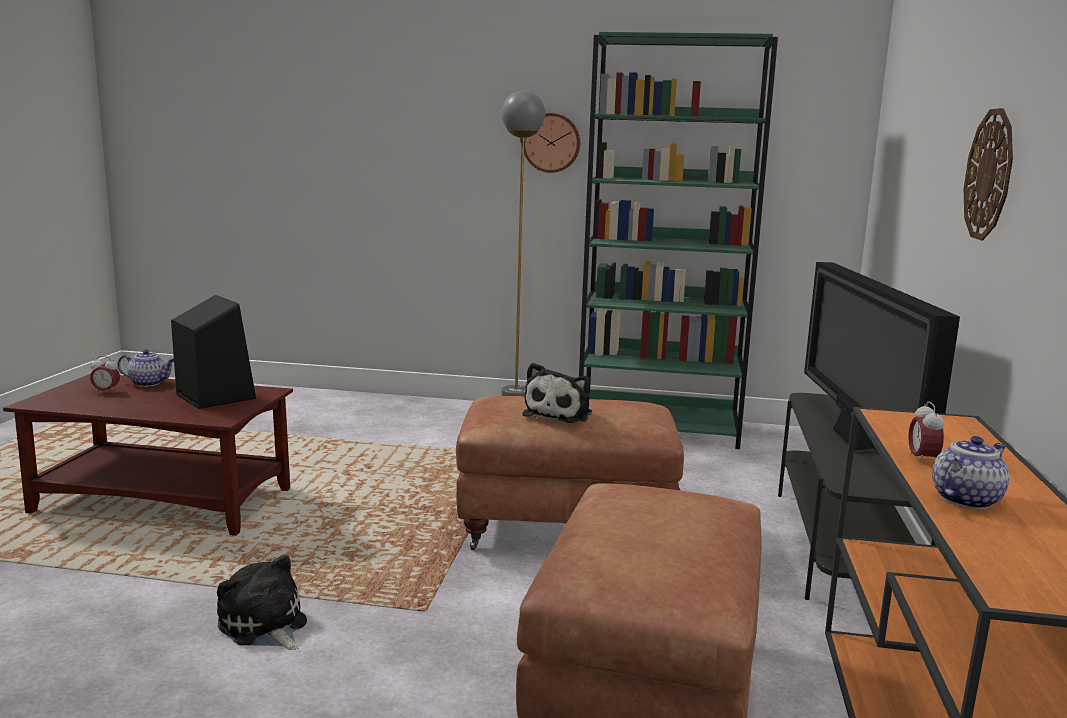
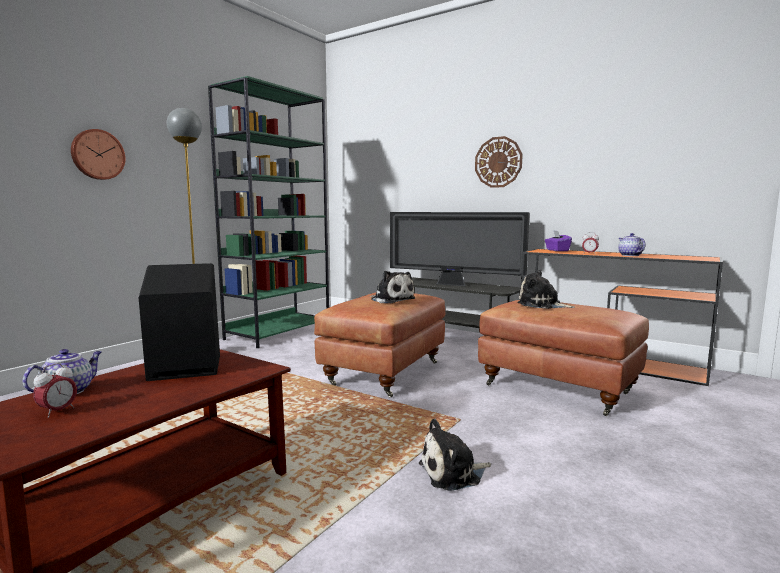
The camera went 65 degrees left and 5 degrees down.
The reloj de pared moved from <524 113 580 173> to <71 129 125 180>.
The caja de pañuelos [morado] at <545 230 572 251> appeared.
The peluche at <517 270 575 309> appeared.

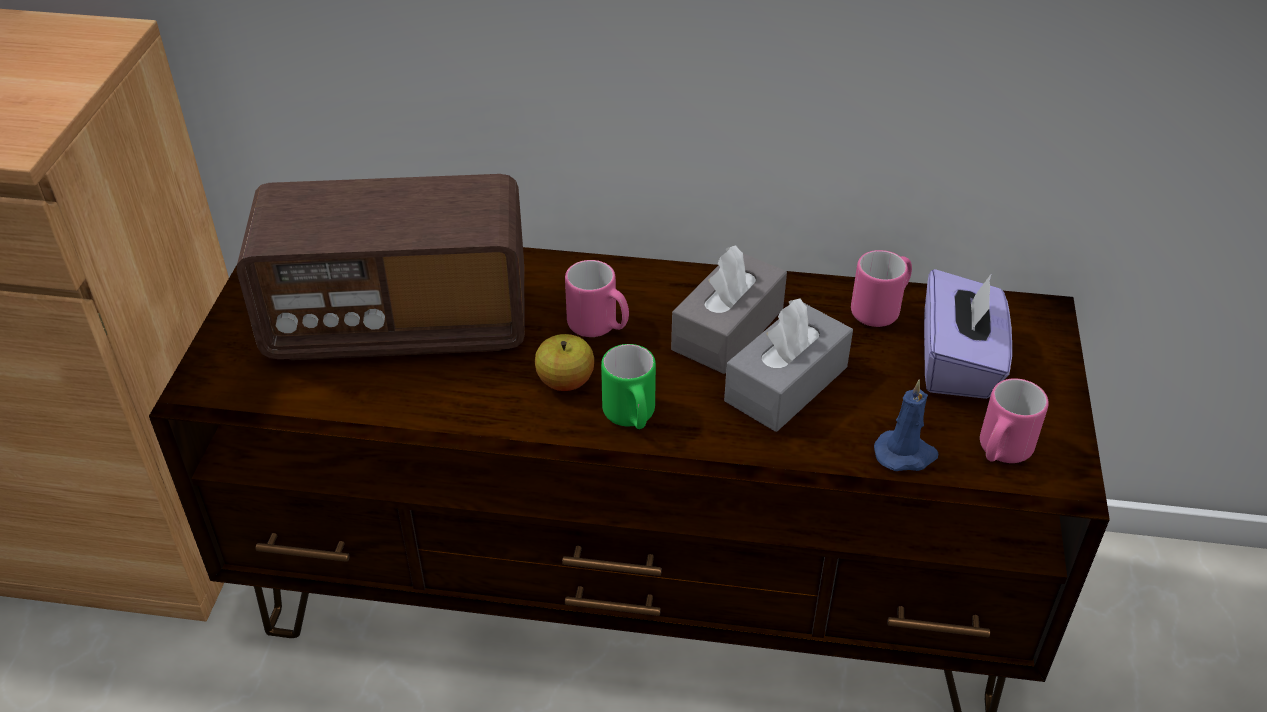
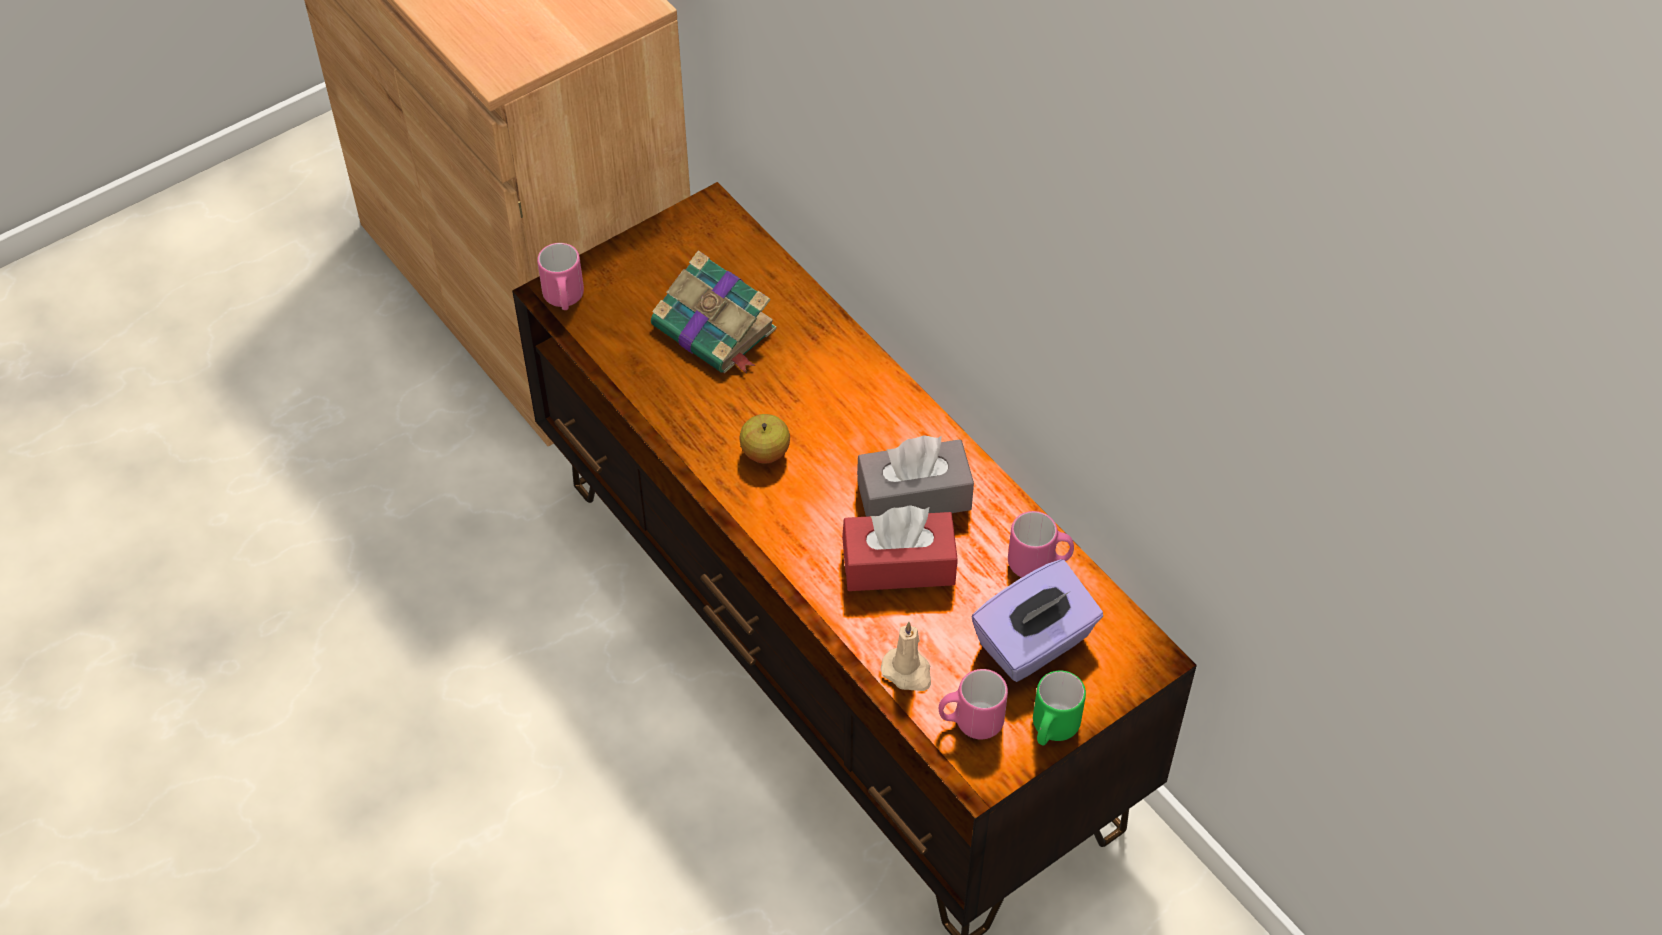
The camera went 45 degrees right and 10 degrees up.
The radio at <237 174 525 360> was replaced by the libro at <651 250 776 373>.
The taza grande [rosa] moved from <565 260 629 337> to <537 243 584 310>.
The caja de pañuelos [gris] at <724 298 853 432> became the caja de pañuelos [rojo] at <842 505 958 591>.
The taza grande [verde] moved from <601 344 656 429> to <1033 671 1086 746>.
The vela [azul] at <874 379 939 471> became the vela [beis] at <881 622 931 691>.

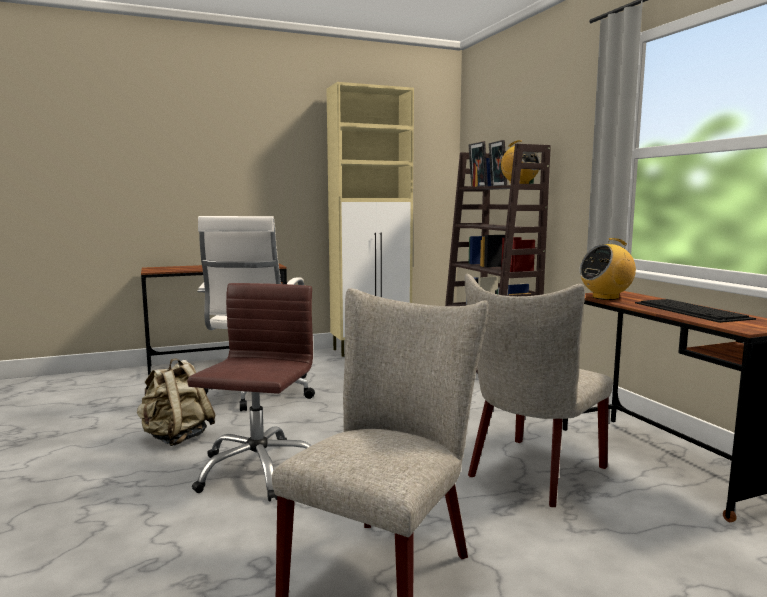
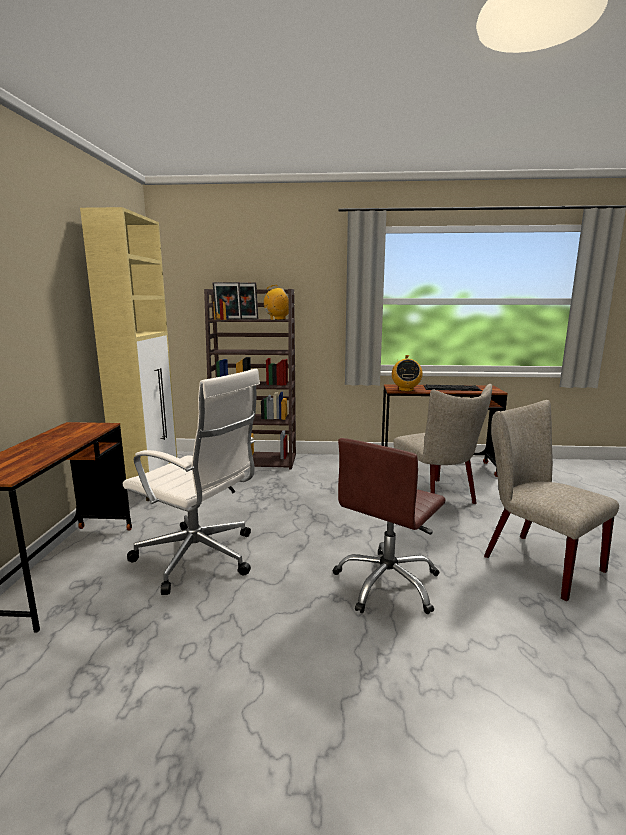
The camera went 65 degrees left and 5 degrees up.
The silla de oficina [marrón] at <187 283 313 501> turned 90 degrees counterclockwise.
The mochila [beis] at <137 358 215 446> disappeared.

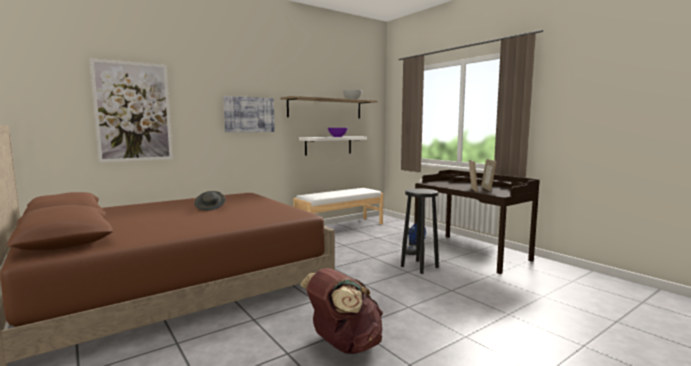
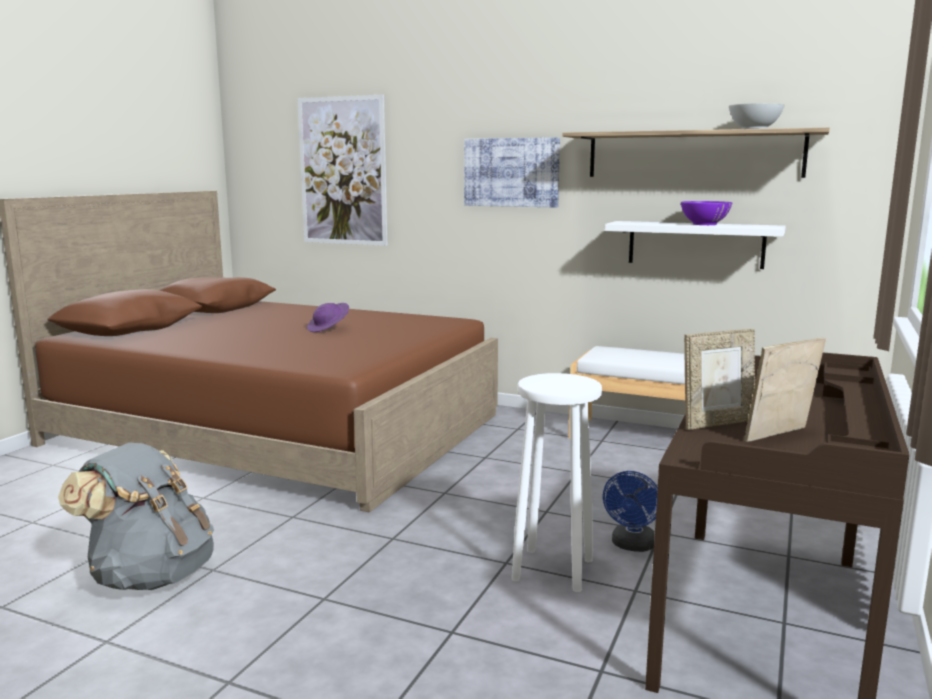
The camera went 60 degrees right and 5 degrees up.
The taburete [negro] at <401 188 439 274> became the taburete [blanco] at <512 373 602 592>.
The sombrero [gris] at <194 191 226 211> became the sombrero [morado] at <307 303 349 332>.
The mochila [marrón] at <300 268 383 354> became the mochila [gris] at <58 442 214 590>.

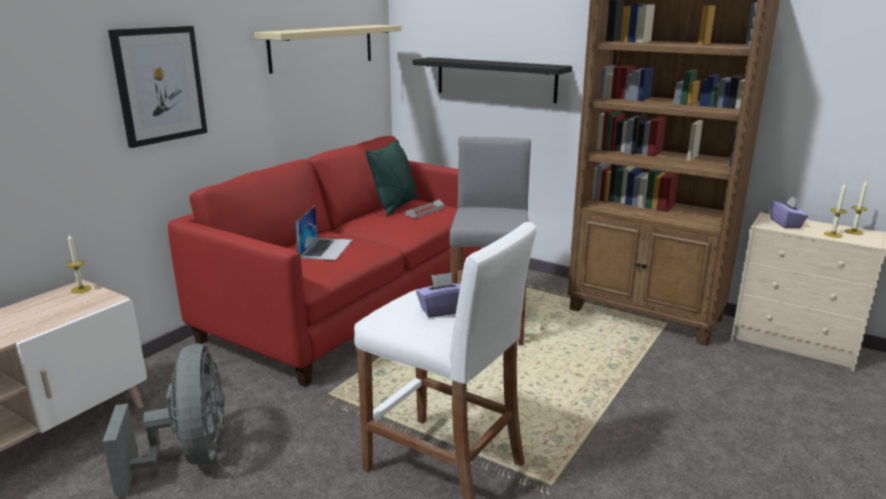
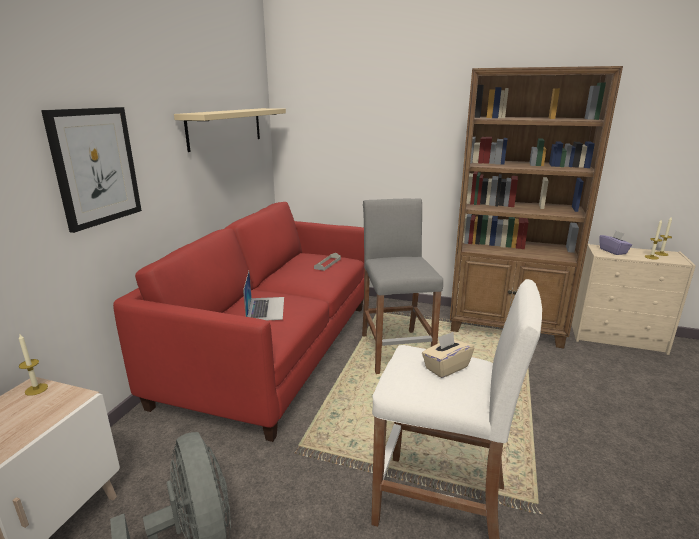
The camera went 15 degrees left and 0 degrees up.
The estante [negro] at <412 57 572 103> disappeared.
The cojín [verde] at <366 139 418 217> disappeared.
The caja de pañuelos [morado] at <416 272 461 317> became the caja de pañuelos [beis] at <422 332 474 378>.

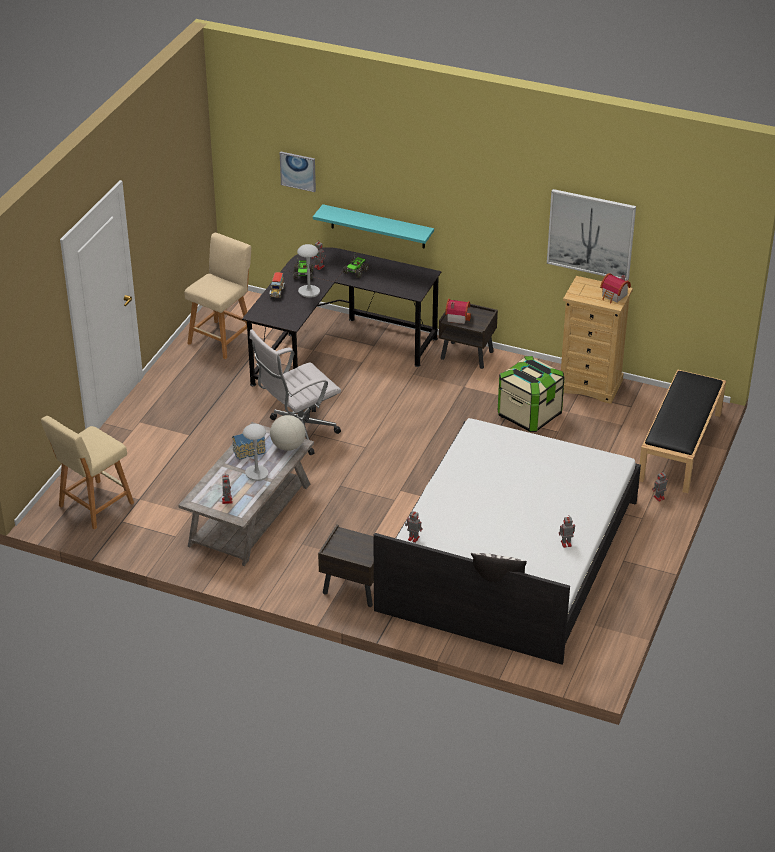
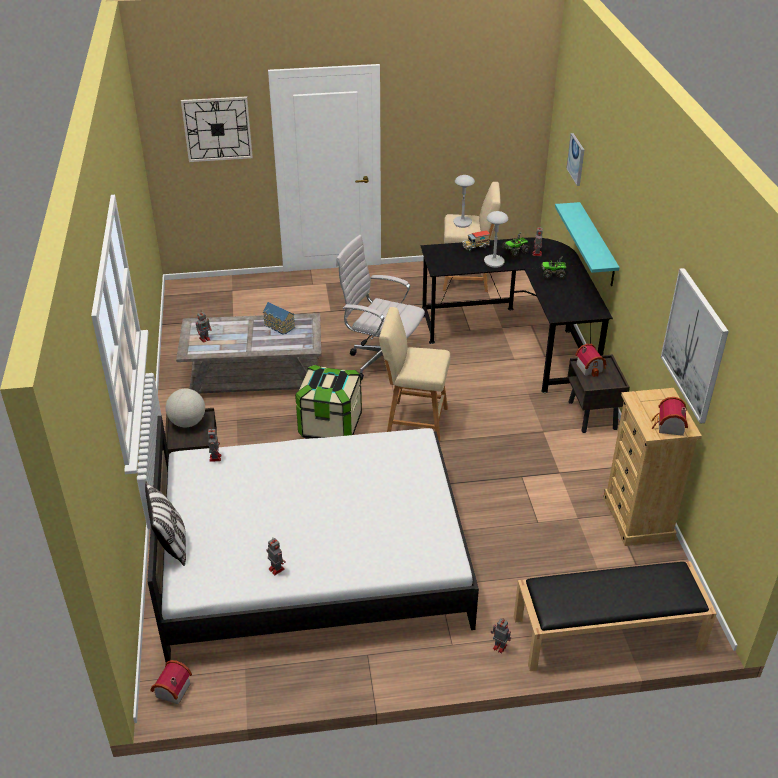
The camera went 60 degrees right and 0 degrees up.
The caja de almacenaje moved from <498 356 564 432> to <295 365 362 439>.
The globo terráqueo moved from <270 415 306 451> to <166 389 205 427>.
The taburete [beis] moved from <41 416 134 530> to <379 307 450 443>.
The lámpara de mesa [gris] moved from <243 424 268 481> to <453 175 475 228>.
The reloj de pared at <181 96 253 162> appeared.
The casita at <150 660 192 704> appeared.

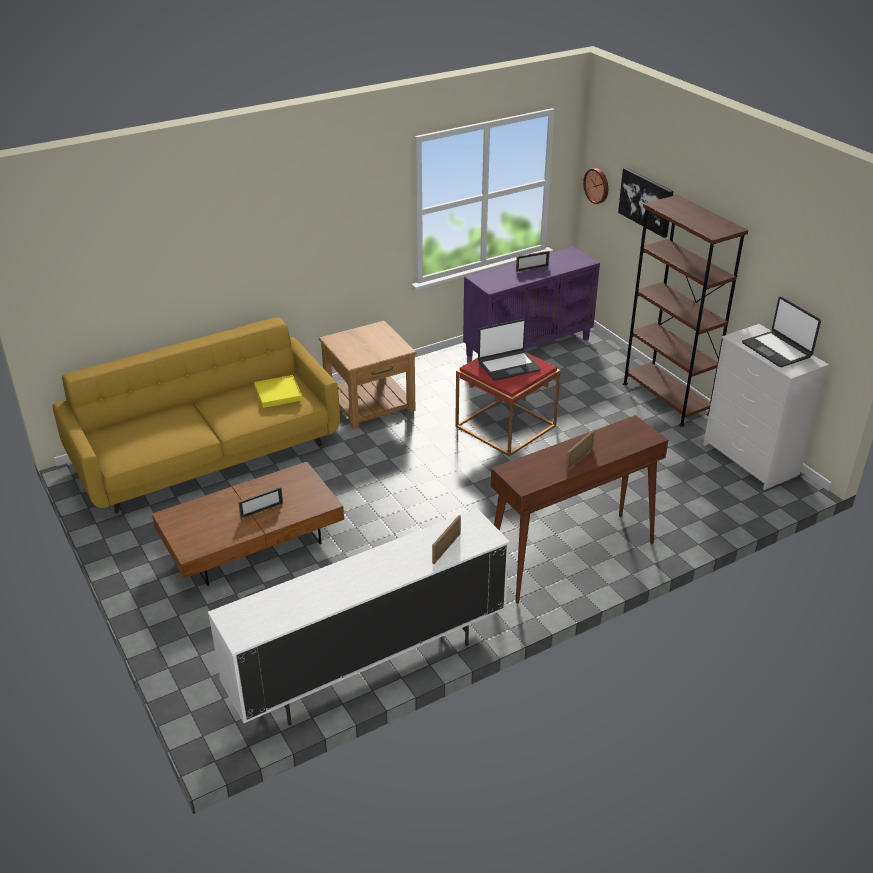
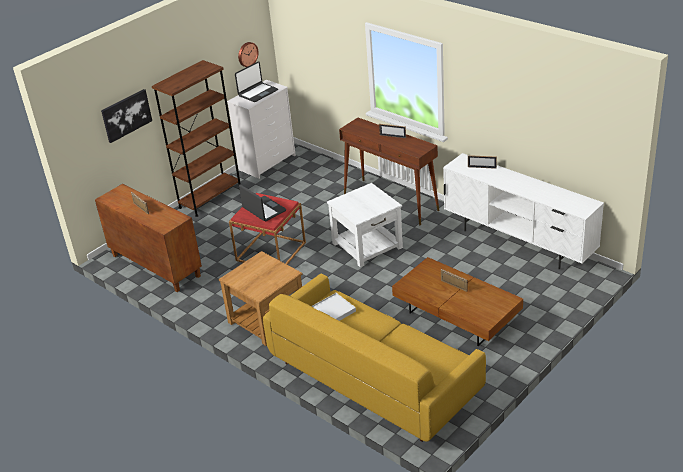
The camera went 105 degrees left and 0 degrees up.
The reloj de pared moved from <583 168 608 204> to <238 42 259 67>.
The armario [morado] at <463 247 600 357> became the armario [marrón] at <95 184 202 292>.
The bandeja [amarillo] at <254 375 302 408> became the bandeja [blanco] at <312 293 356 321>.
The mesa auxiliar [blanco] at <327 183 403 267> appeared.

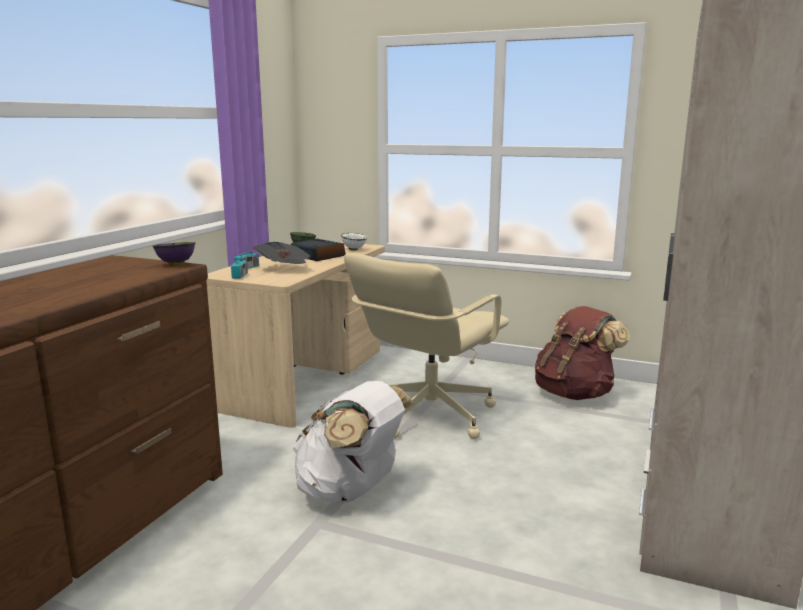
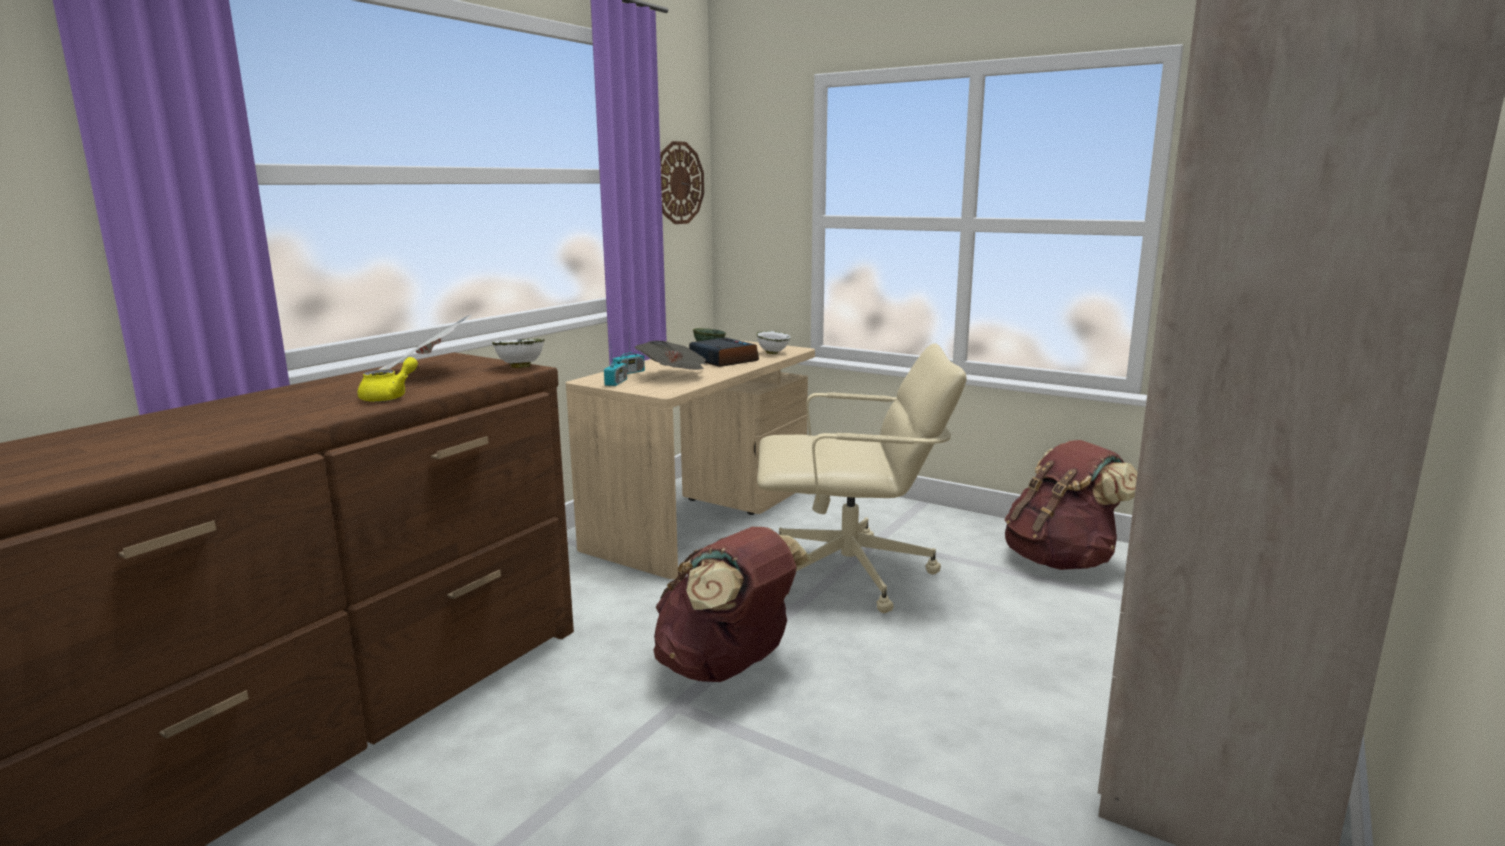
The camera went 10 degrees right and 0 degrees up.
The cuenco [morado] at <153 242 196 266> became the cuenco [blanco] at <492 339 545 368>.
The silla de oficina [beis] at <344 253 509 439> turned 135 degrees counterclockwise.
The mochila [blanco] at <293 381 413 503> became the mochila [marrón] at <653 527 811 682>.
The reloj de pared at <660 141 704 224> appeared.
The periódico at <379 314 472 370> appeared.
The tetera [amarillo] at <357 357 418 402> appeared.

